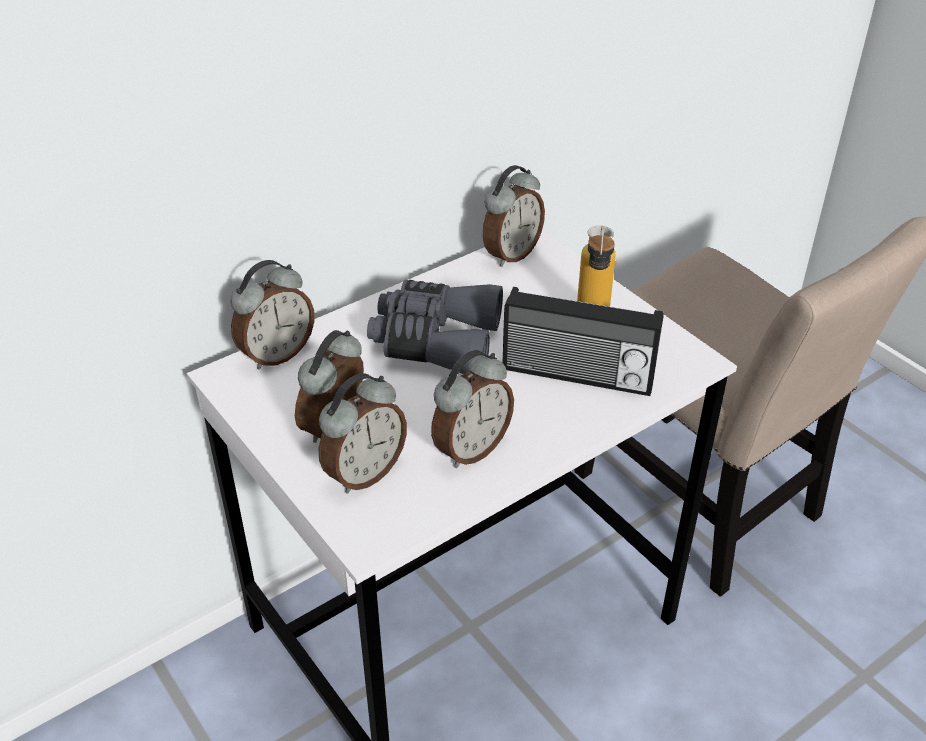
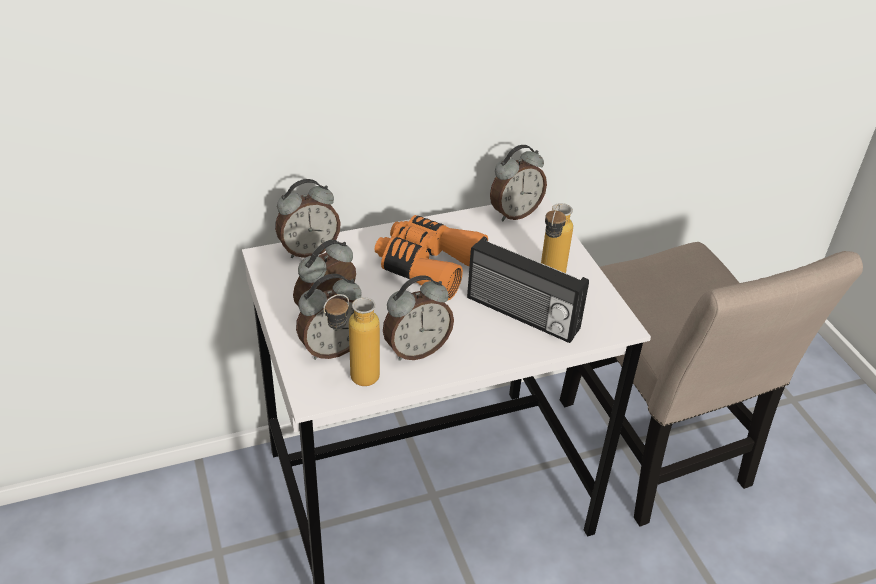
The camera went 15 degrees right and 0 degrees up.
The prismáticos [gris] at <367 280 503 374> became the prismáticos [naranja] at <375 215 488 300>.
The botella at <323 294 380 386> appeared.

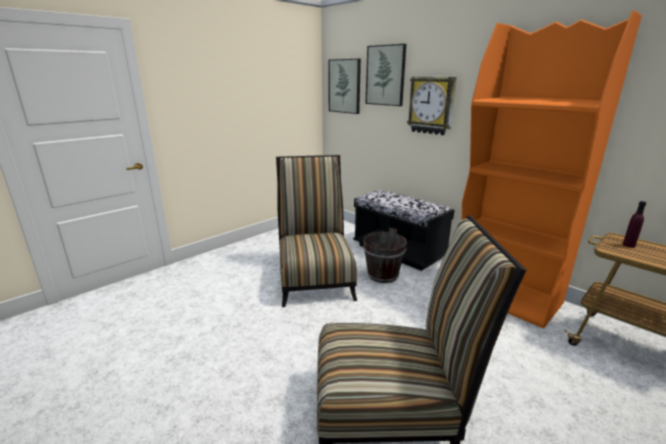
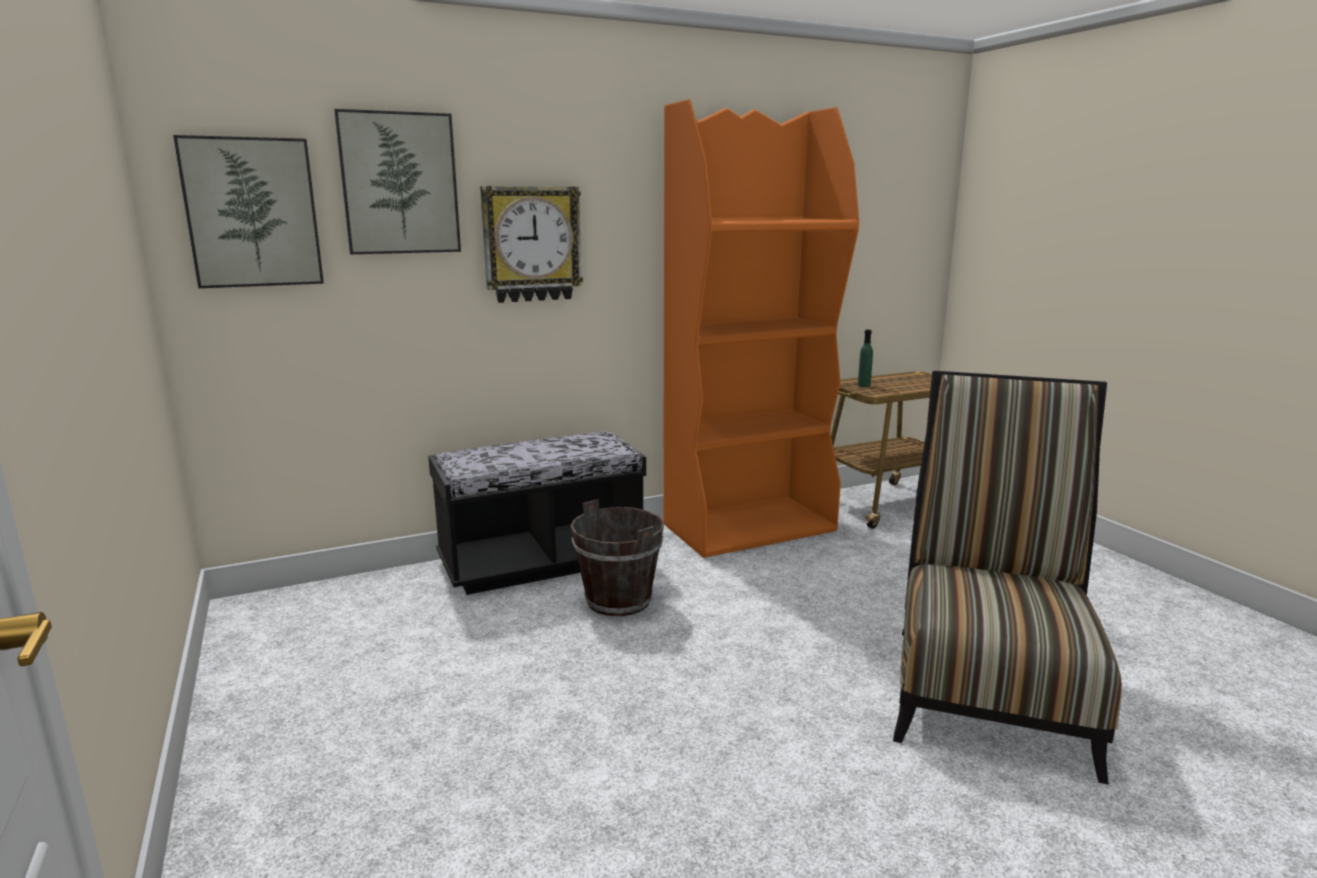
The camera went 70 degrees left and 5 degrees down.
The silla at <276 155 357 307> disappeared.
The botella [morado] at <623 201 646 248> became the botella [verde] at <858 329 873 387>.

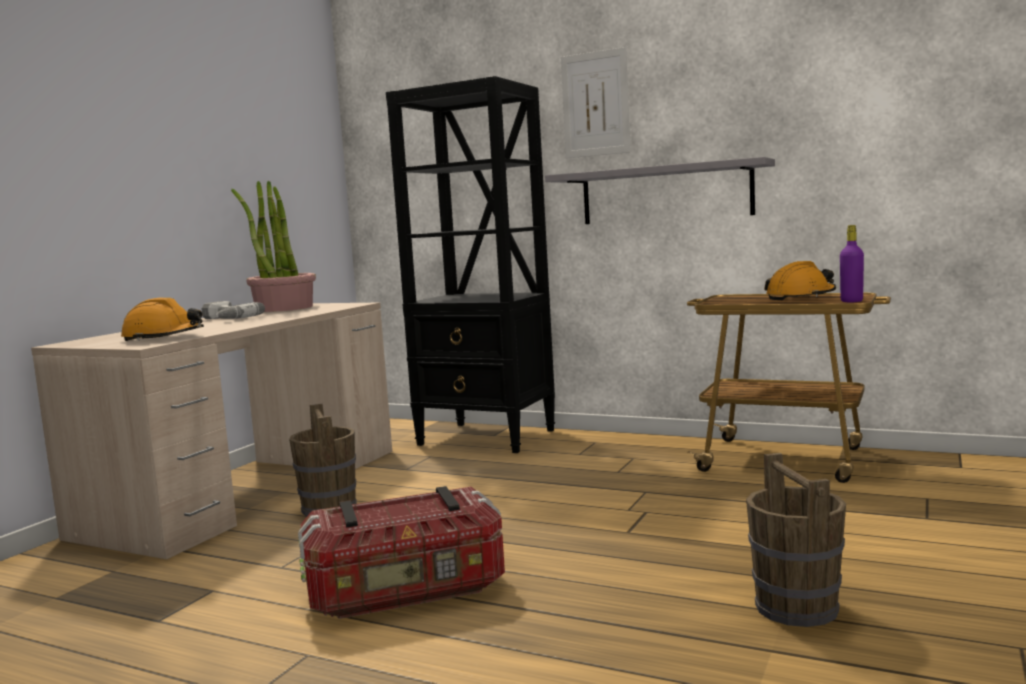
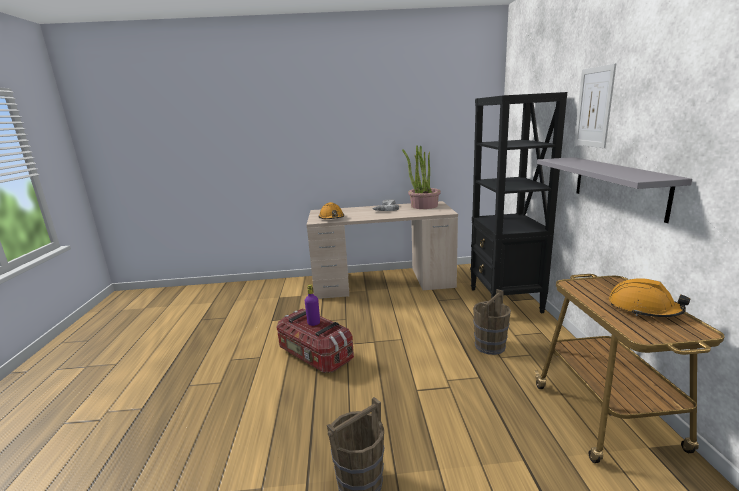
The camera went 60 degrees right and 10 degrees up.
The botella [morado] moved from <840 225 864 302> to <305 284 320 326>.
The cubo [marrón] moved from <289 404 357 516> to <473 289 511 355>.

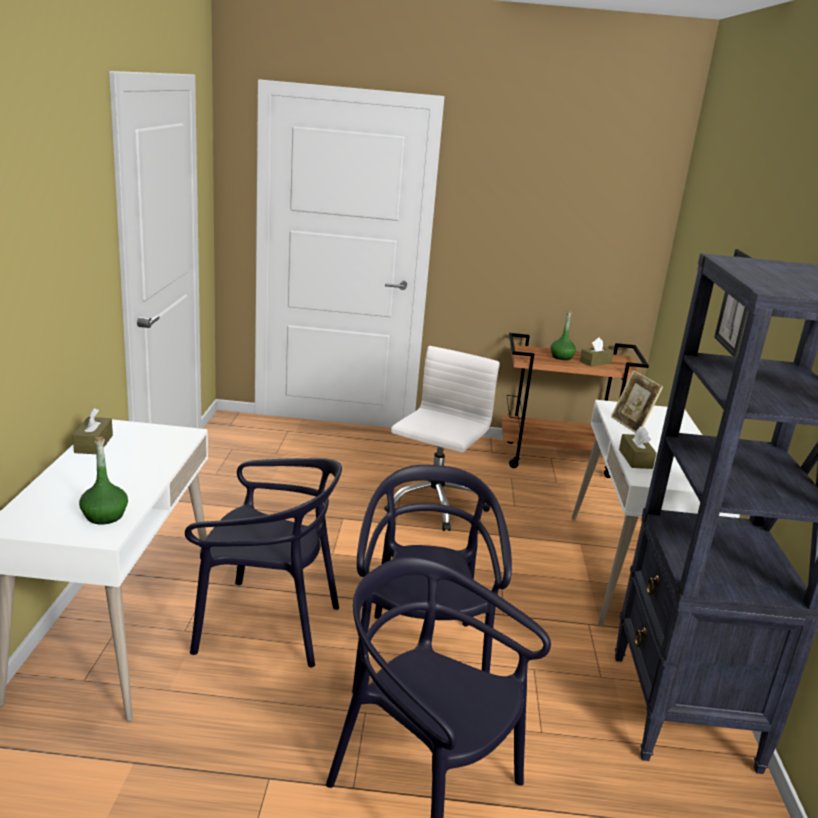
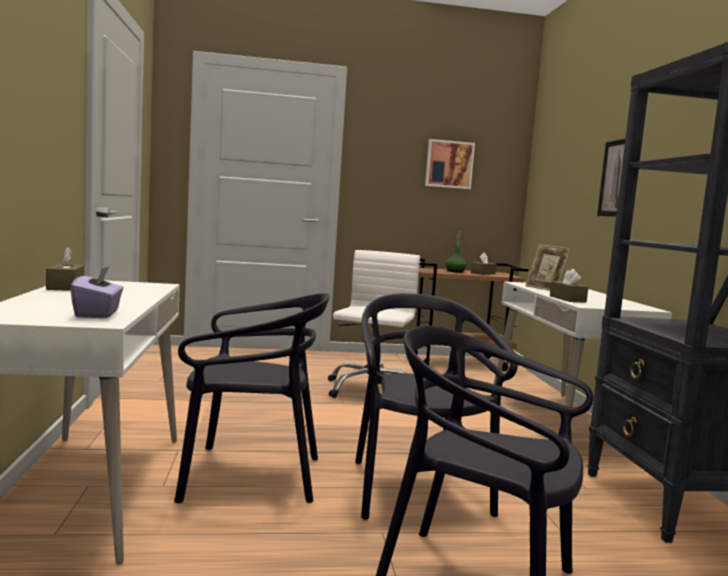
The camera went 10 degrees left and 15 degrees down.
The botella [verde] at <79 437 128 524> was replaced by the caja de pañuelos [morado] at <70 266 124 318>.
The cuadro at <425 139 475 189> appeared.

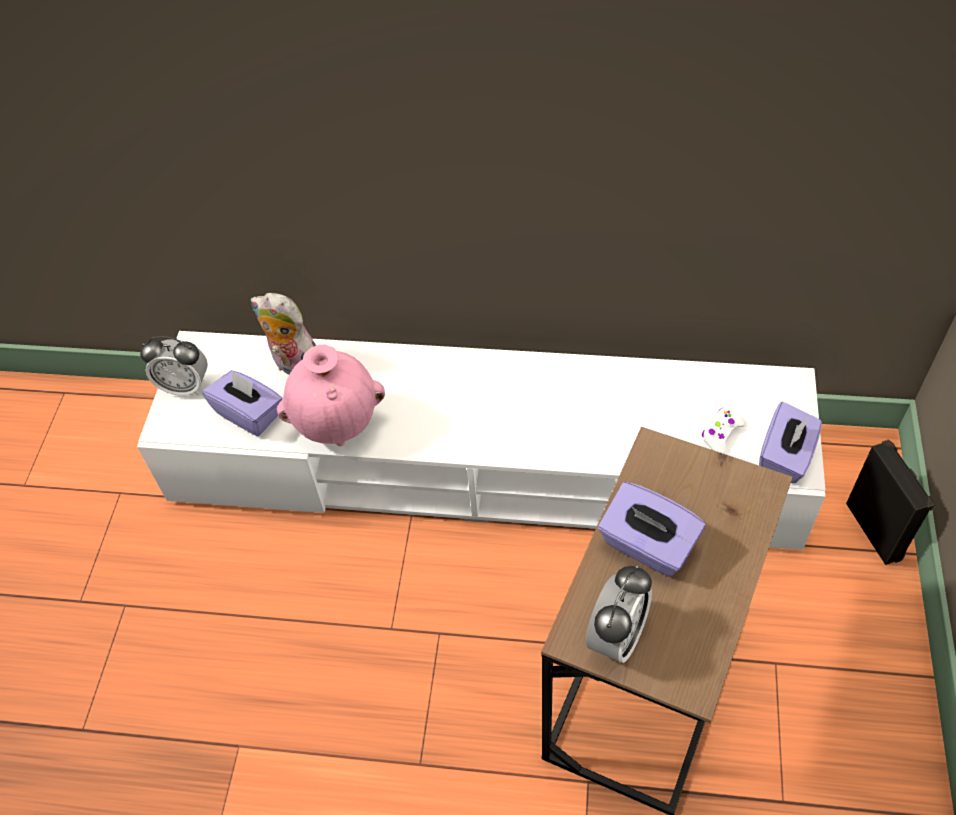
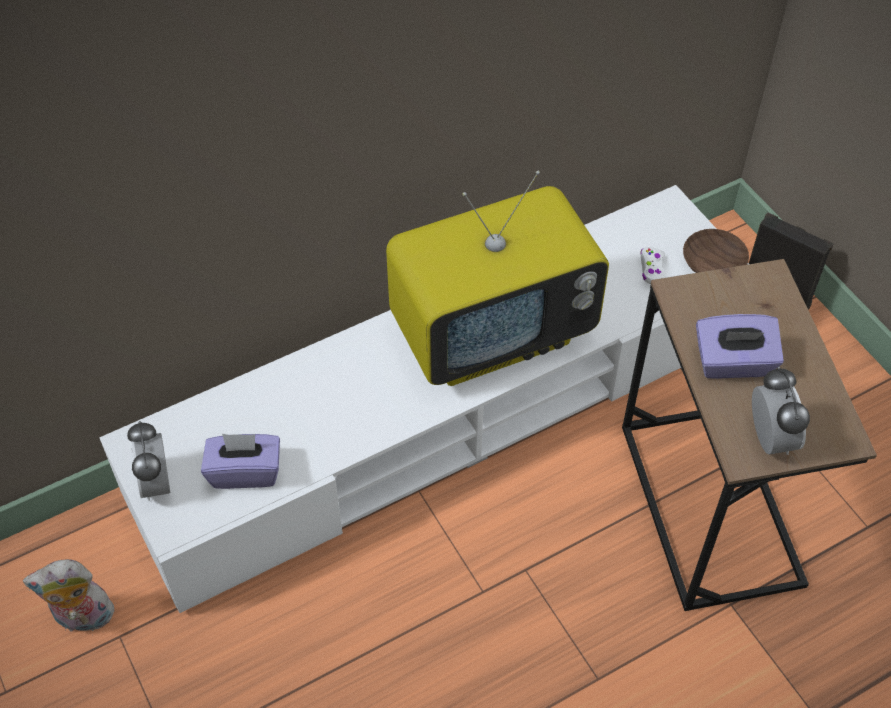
The camera went 40 degrees left and 0 degrees up.
The peluche moved from <251 293 316 375> to <23 559 116 632>.
The despertador at <140 336 208 396> turned 105 degrees clockwise.
The florero [rosa] at <277 345 385 446> disappeared.
The caja de pañuelos [morado] at <759 402 822 483> was replaced by the cuenco [marrón] at <683 229 749 273>.
The televisor at <386 171 609 386> appeared.

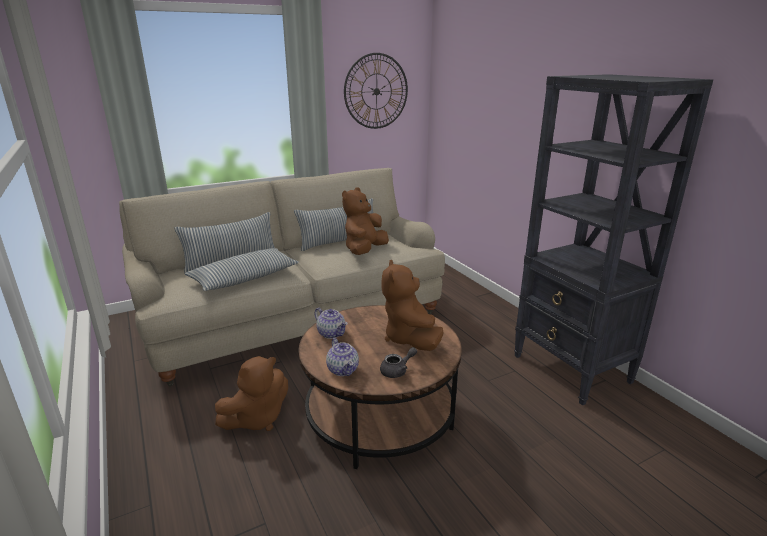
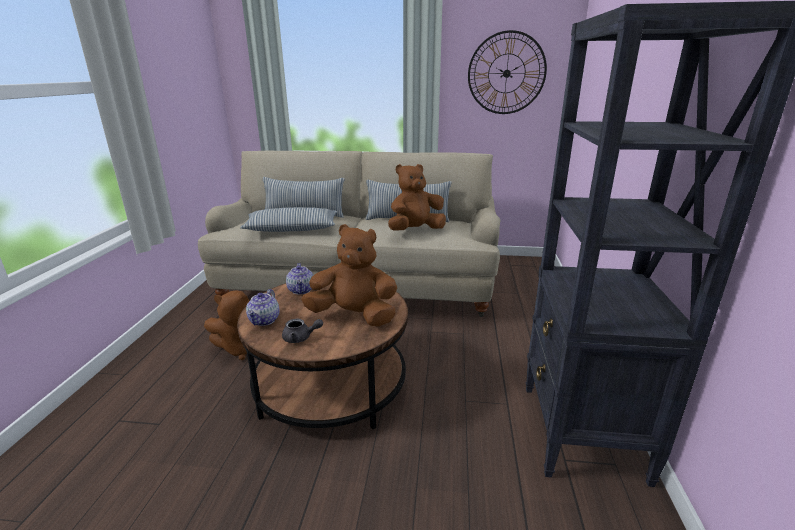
The camera went 35 degrees right and 0 degrees up.
The peluche [marrón] at <382 259 444 351> turned 75 degrees clockwise.

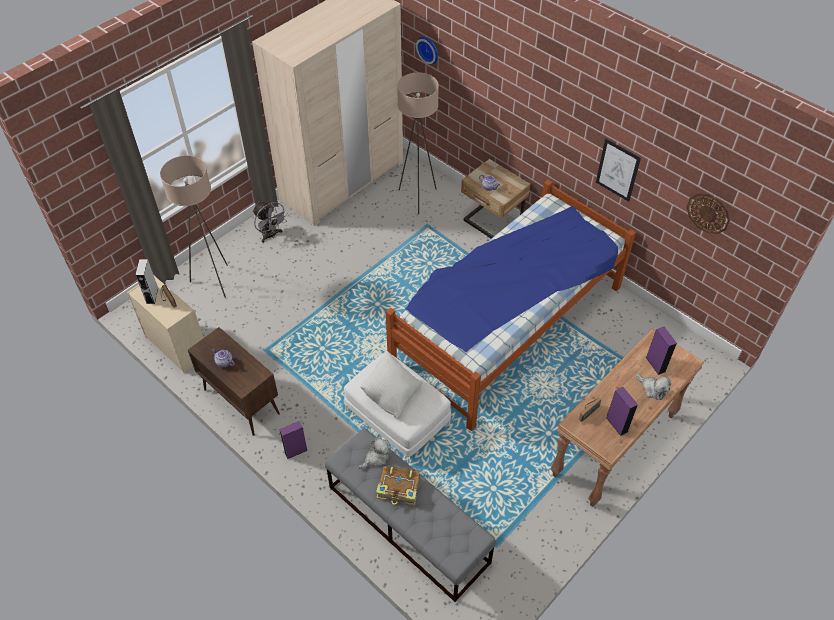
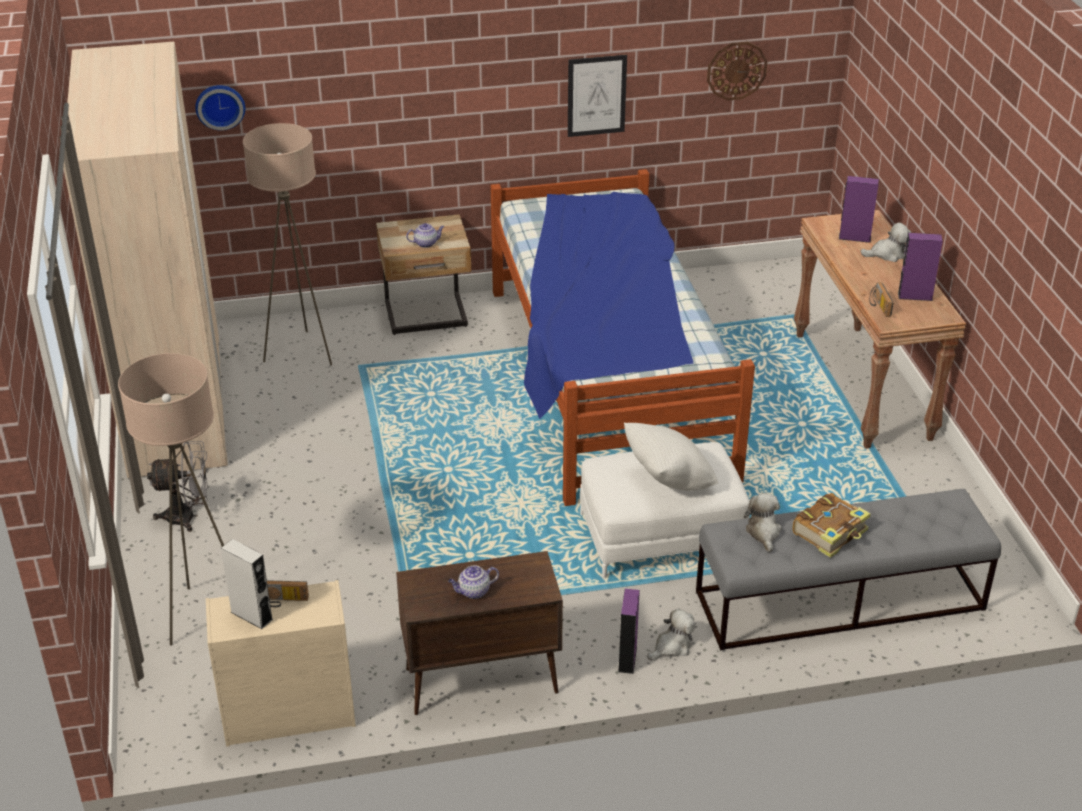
The camera went 55 degrees left and 15 degrees down.
The peluche at <647 609 695 661> appeared.

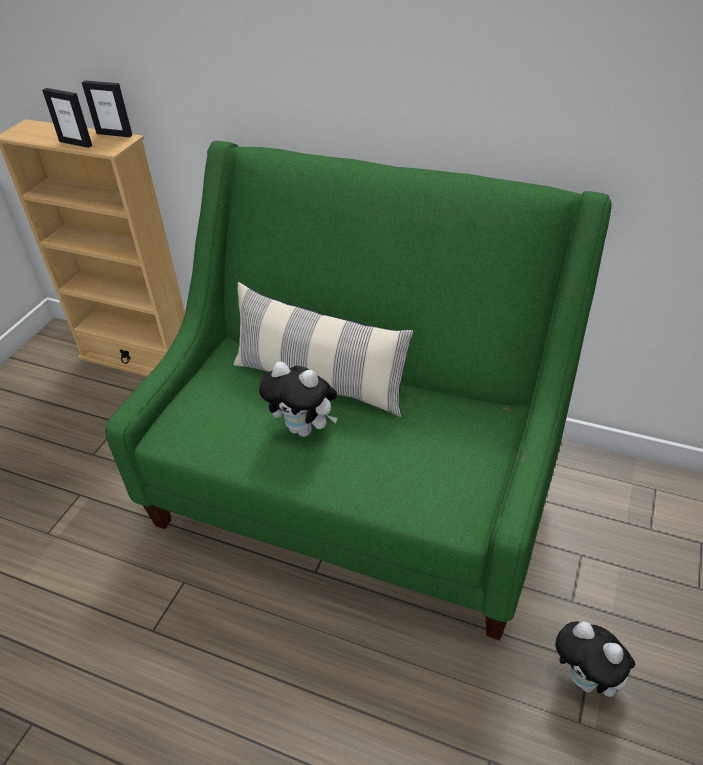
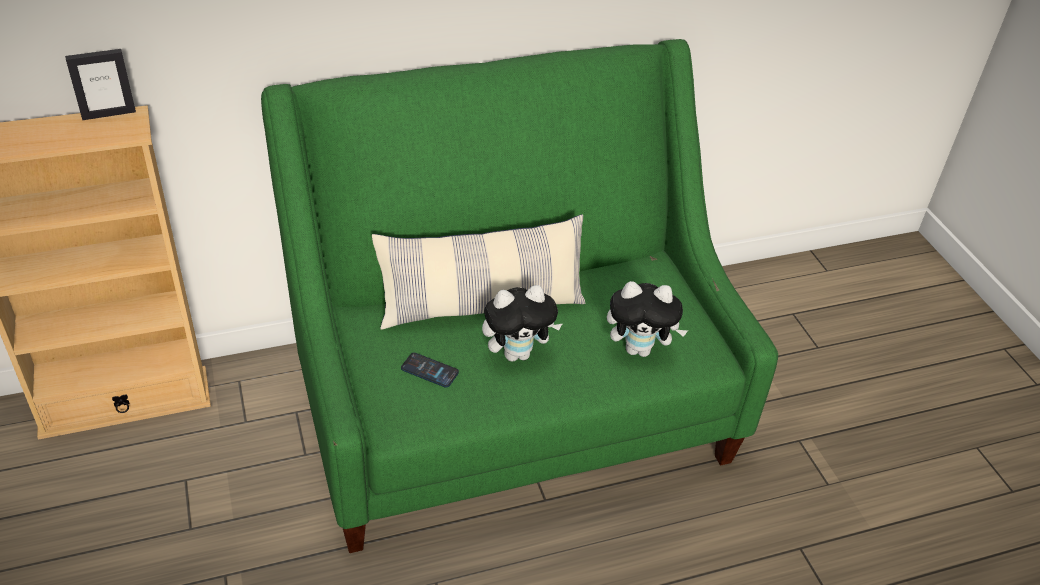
The camera went 45 degrees left and 0 degrees up.
The portarretratos at <42 88 92 148> disappeared.
The peluche moved from <555 621 635 698> to <607 281 688 357>.
The móvil at <401 353 459 388> appeared.

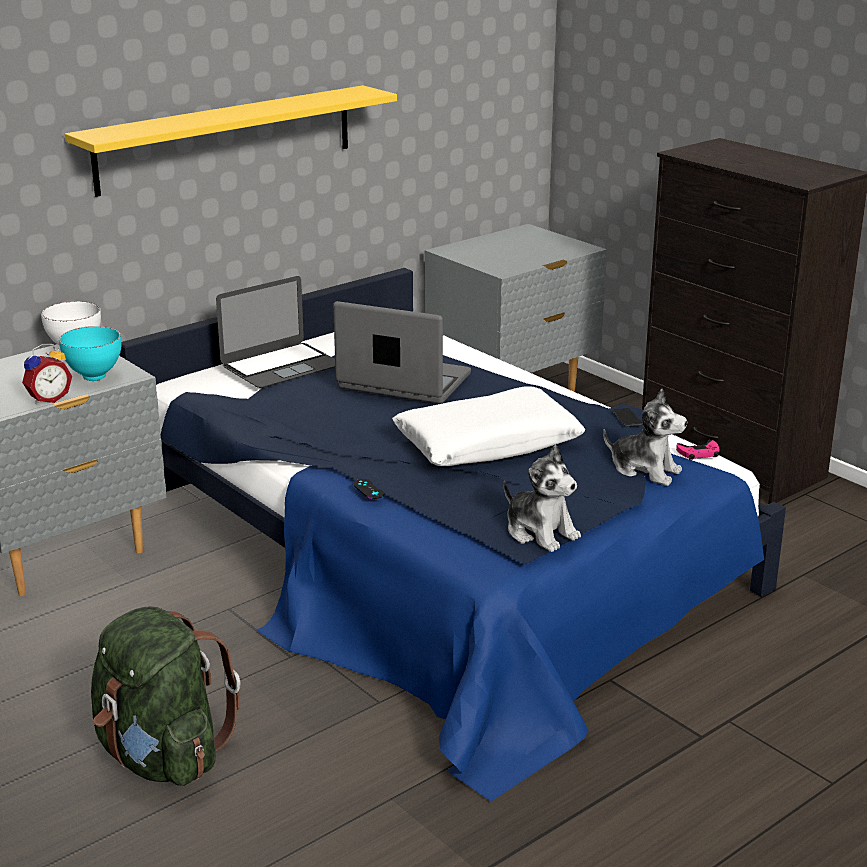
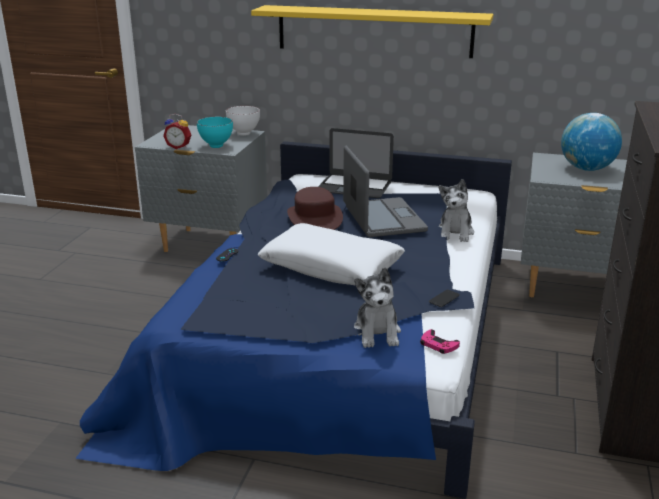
The camera went 55 degrees right and 0 degrees up.
The peluche moved from <504 445 581 552> to <439 179 474 242>.
The mochila [verde] at <91 606 240 786> disappeared.
The globo terráqueo at <561 113 622 171> appeared.
The sombrero [marrón] at <287 187 343 230> appeared.

